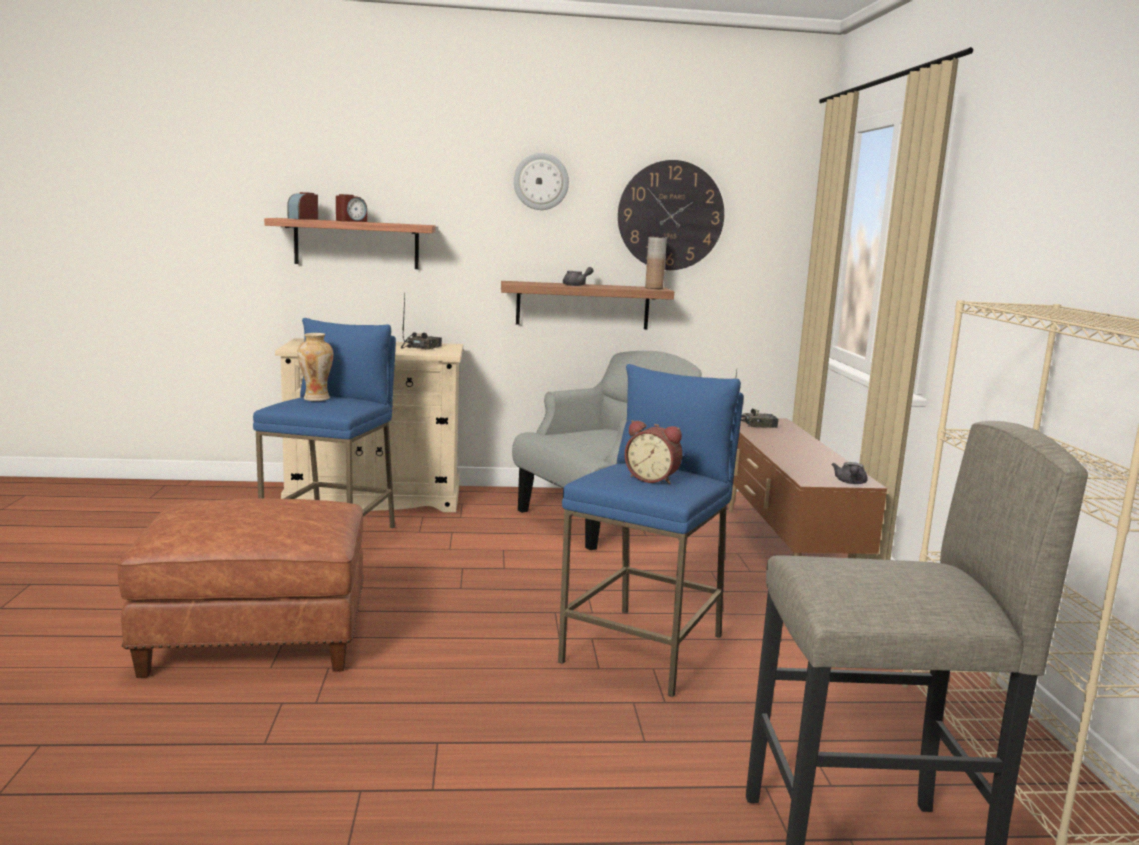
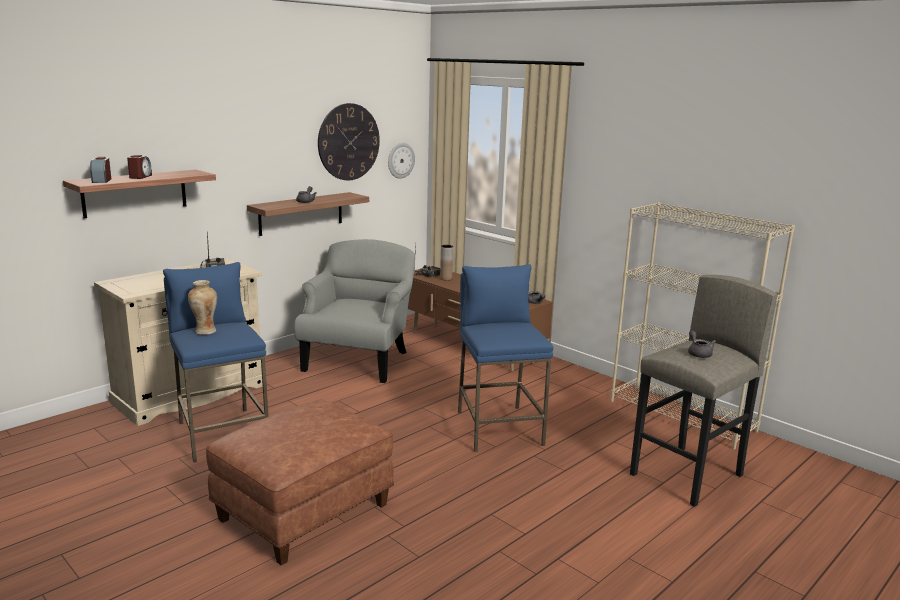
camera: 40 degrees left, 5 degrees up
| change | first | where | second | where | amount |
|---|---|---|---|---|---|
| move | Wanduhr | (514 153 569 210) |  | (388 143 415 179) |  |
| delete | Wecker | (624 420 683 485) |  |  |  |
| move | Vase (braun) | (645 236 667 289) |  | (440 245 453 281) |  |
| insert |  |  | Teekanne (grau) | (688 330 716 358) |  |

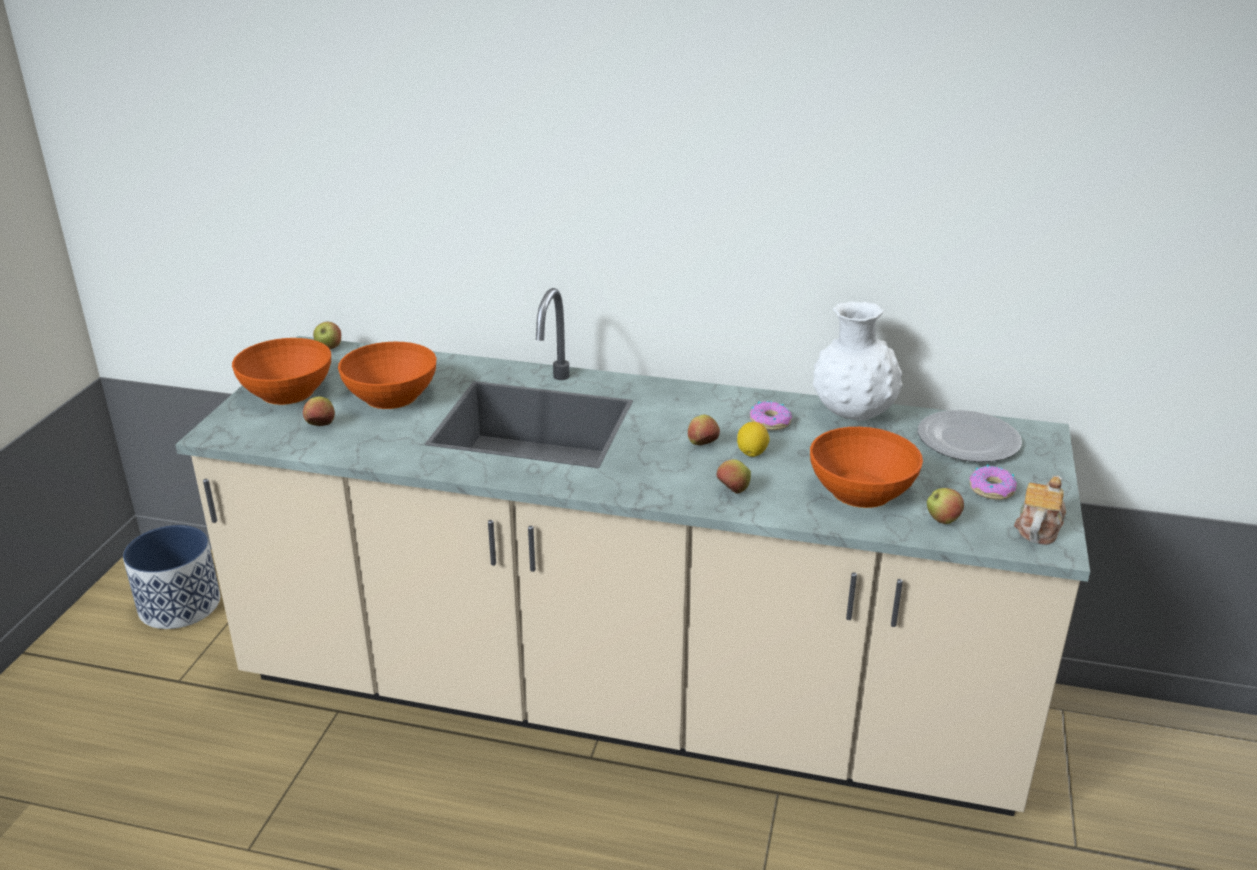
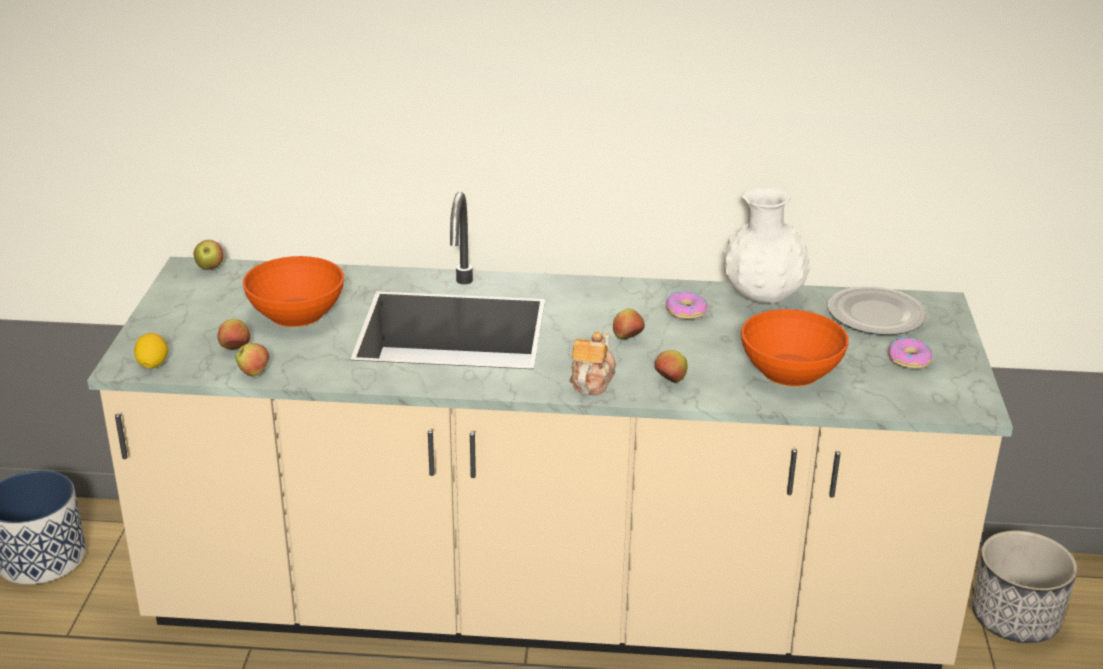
camera: 10 degrees left, 0 degrees up
| change | first | where | second | where | amount |
|---|---|---|---|---|---|
| delete | Schüssel (orange) | (232 338 331 405) |  |  |  |
| move | Zitrone | (737 422 769 457) |  | (134 333 168 368) |  |
| move | Apfel | (927 488 964 524) |  | (236 343 269 377) |  |
| move | Teekanne | (1014 476 1066 545) |  | (569 331 616 395) |  |
| insert |  |  | Pflanzkübel | (972 530 1078 643) |  |

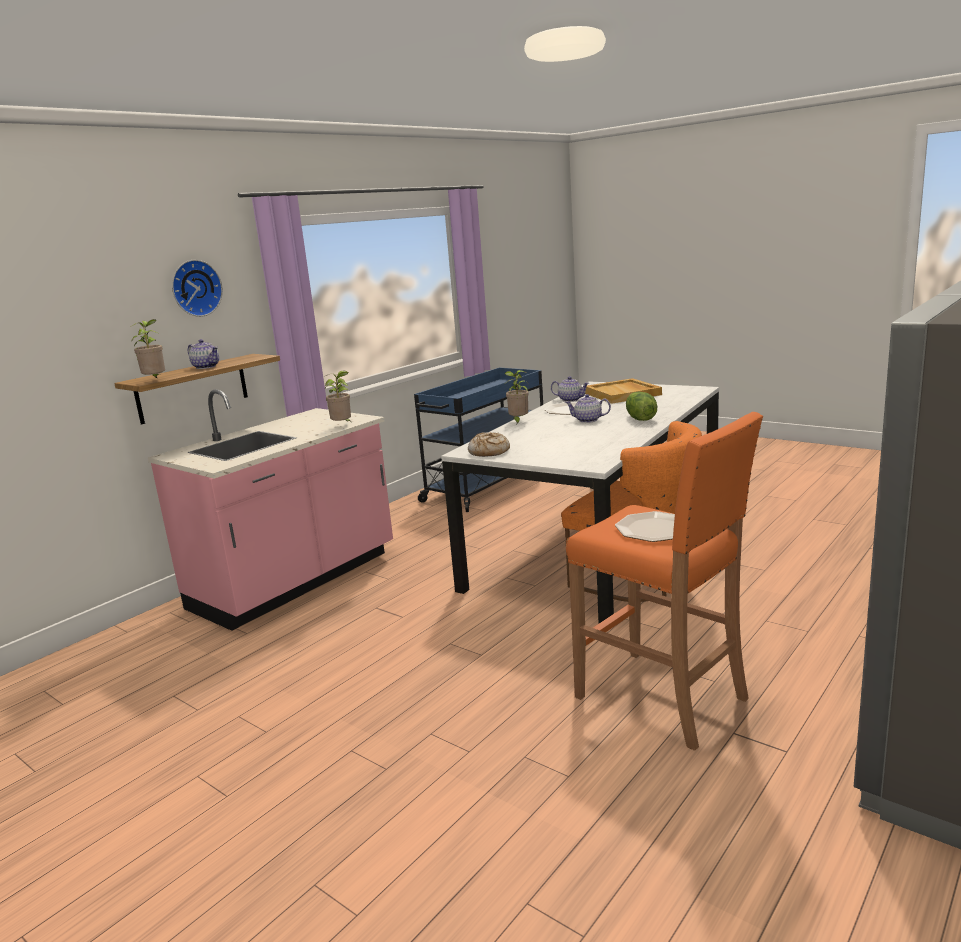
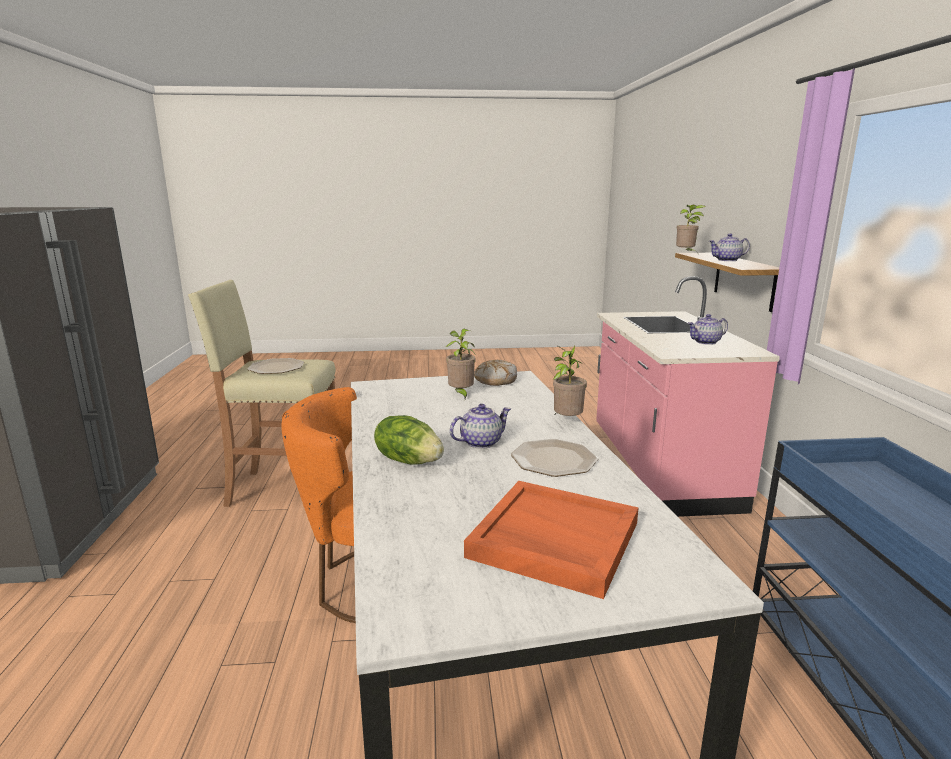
camera: 135 degrees right, 0 degrees up
| change | first | where | second | where | amount |
|---|---|---|---|---|---|
| delete | Wanduhr | (172 260 223 317) |  |  |  |
| move | Topfpflanze | (325 371 351 421) |  | (446 329 476 399) |  |
| move | Teekanne | (551 377 589 402) |  | (687 314 728 345) |  |
| recolor | Hocker (orange) | (566 412 763 751) | Hocker (beige) | (188 280 335 507) |  |
| recolor | Tablett (beige) | (585 378 662 404) | Tablett (orange) | (464 481 639 599) |  |

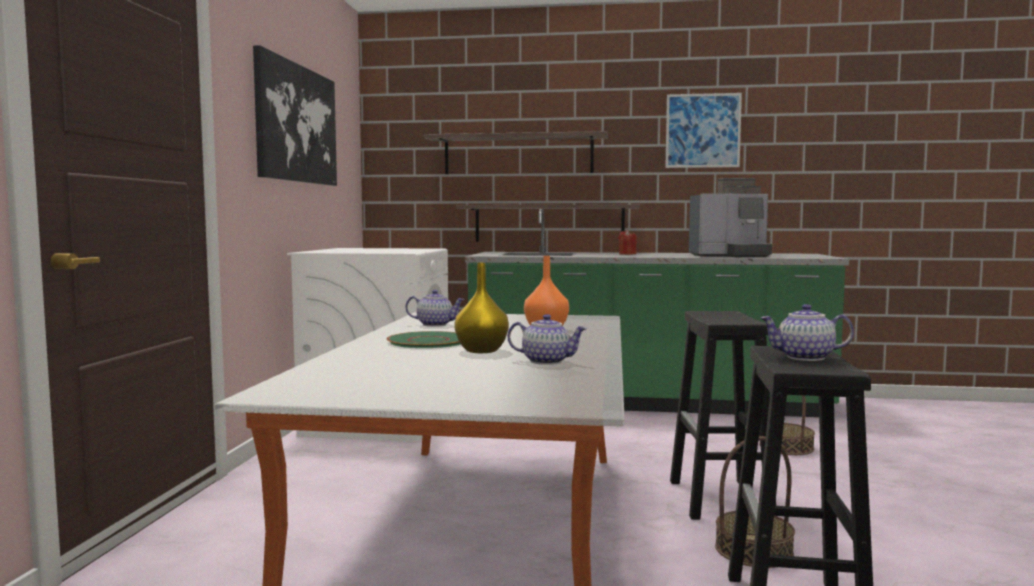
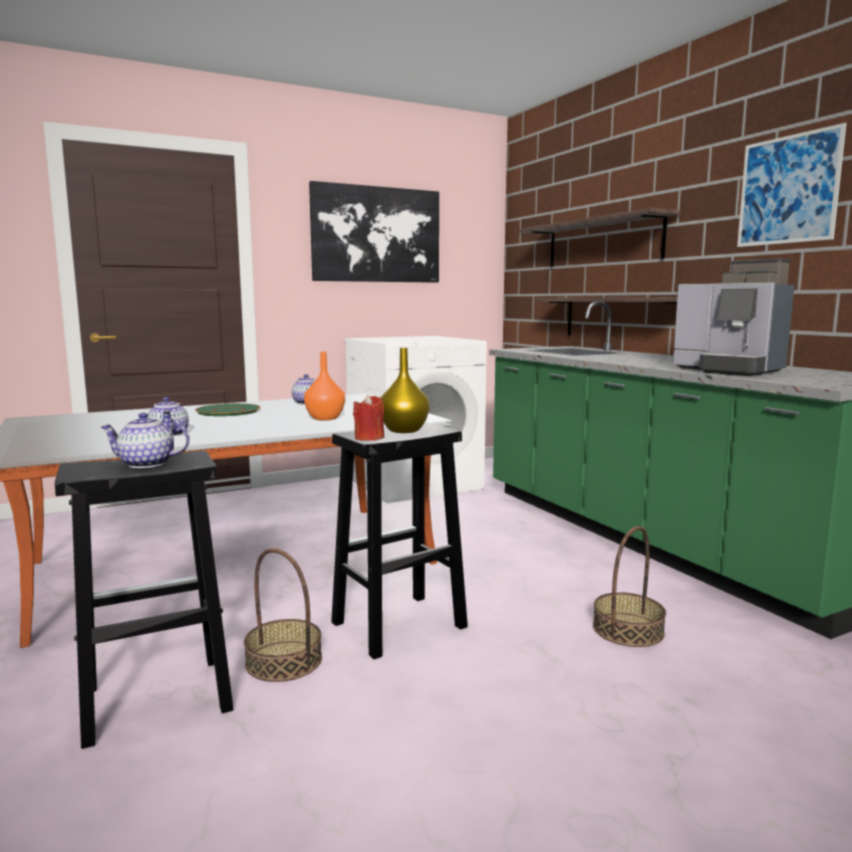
camera: 55 degrees right, 5 degrees up
| change | first | where | second | where | amount |
|---|---|---|---|---|---|
| move | Vase (gelb) | (454 263 509 353) |  | (381 348 430 433) |  |
| move | Kerze (rot) | (619 230 637 255) |  | (353 394 384 441) |  |
| rotate | Teekanne | (760 304 854 361) |  | (101 413 189 468) | 60 degrees counterclockwise |

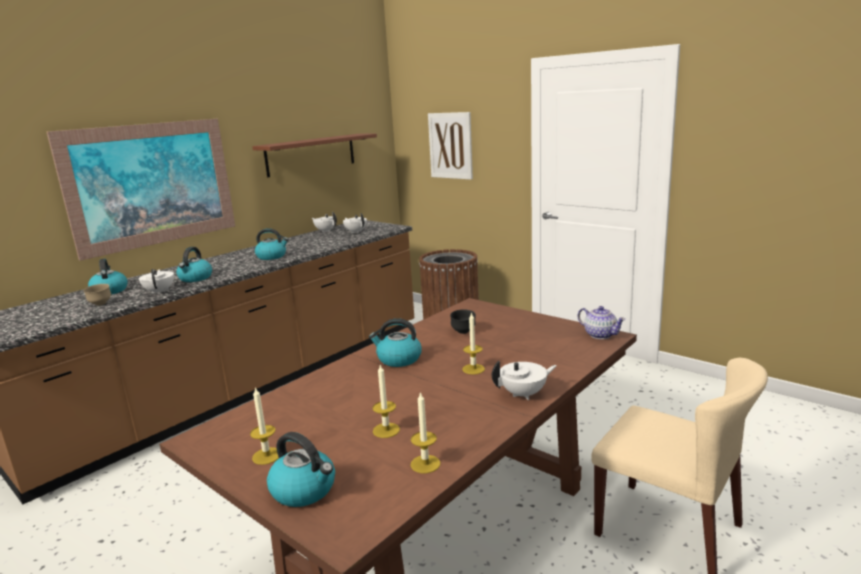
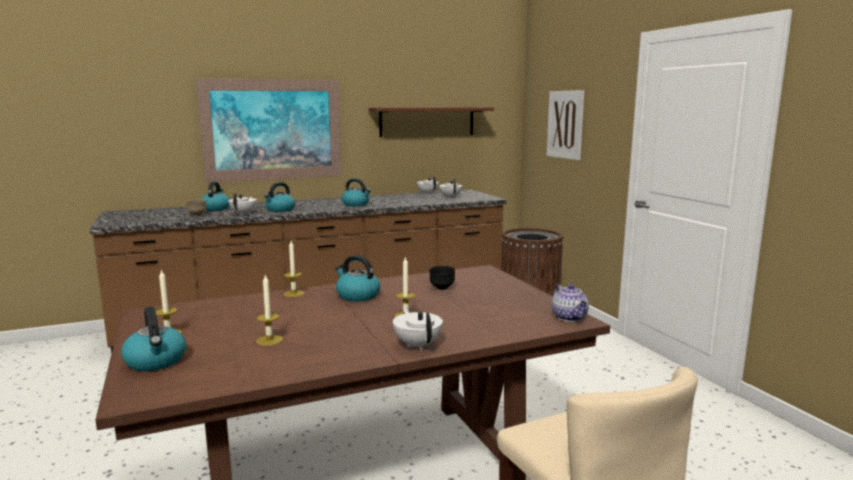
camera: 25 degrees right, 5 degrees down
| change | first | where | second | where | amount |
|---|---|---|---|---|---|
| move | Kerze | (410 391 440 473) |  | (284 241 304 297) |  |
| rotate | Teekanne (weiß) | (492 361 557 400) |  | (393 308 443 350) | 120 degrees counterclockwise |

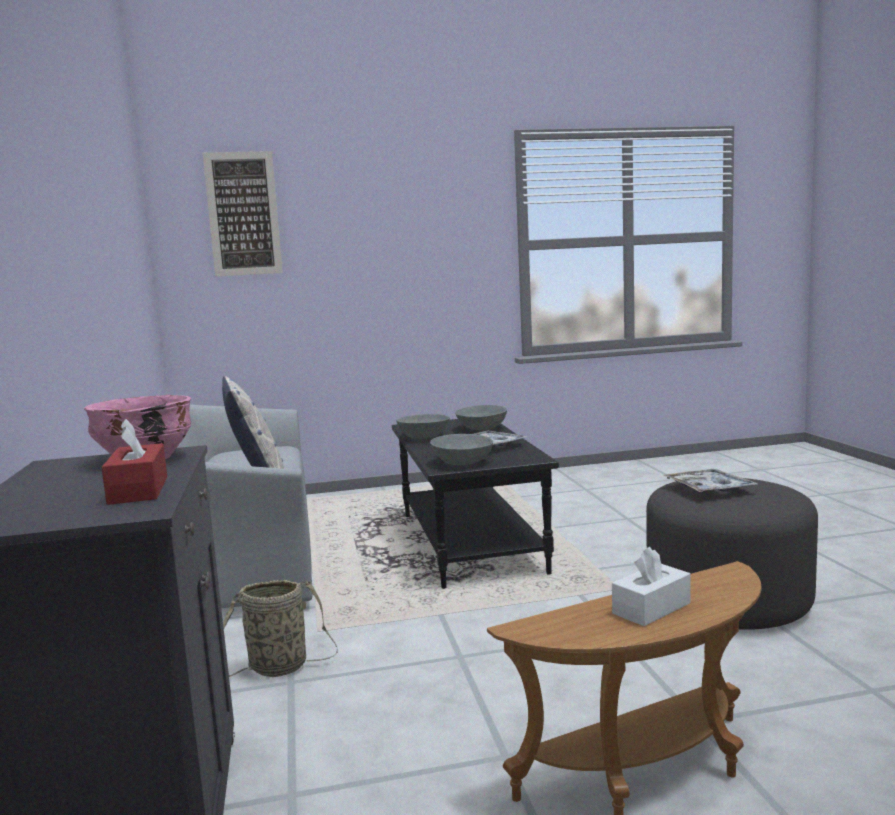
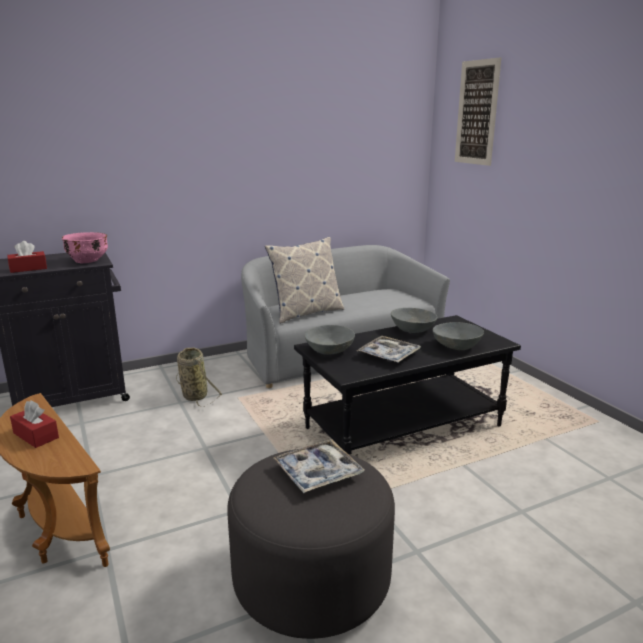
camera: 75 degrees right, 10 degrees up
| change | first | where | second | where | amount |
|---|---|---|---|---|---|
| recolor | Taschentuchbox (weiß) | (612 547 690 626) | Taschentuchbox (rot) | (10 400 59 448) |  |

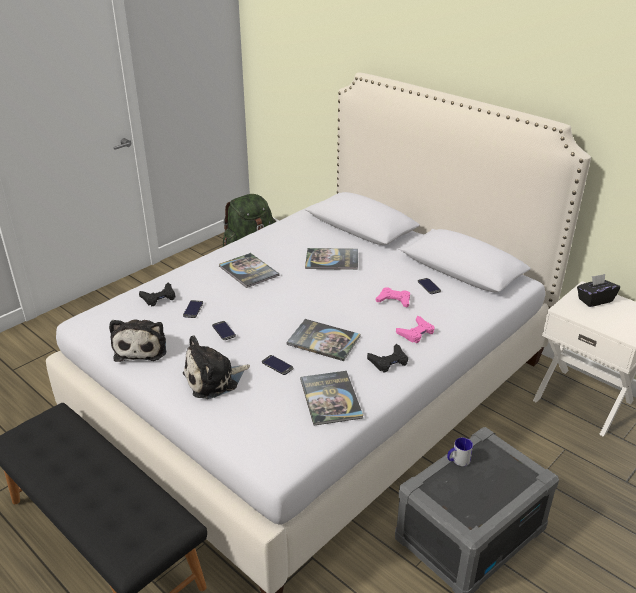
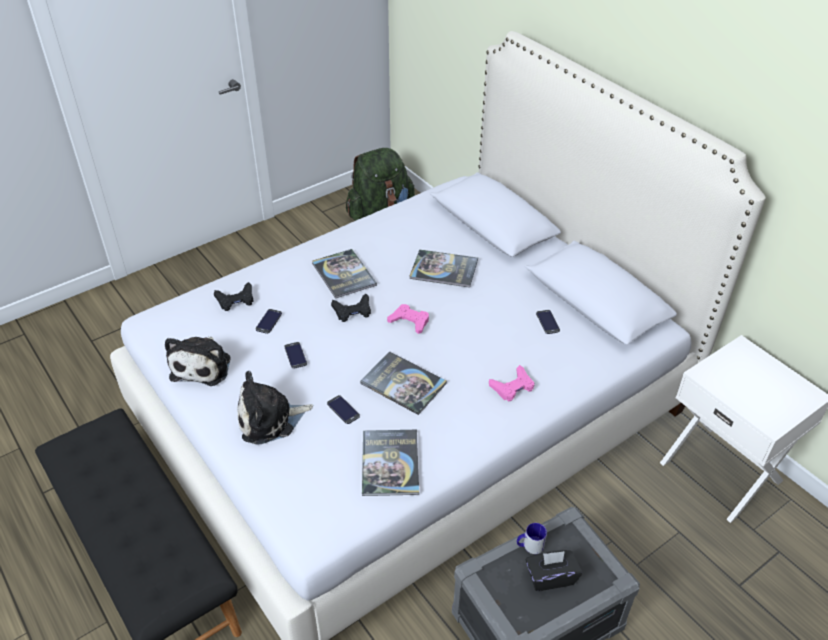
camera: 10 degrees right, 10 degrees up
| change | first | where | second | where | amount |
|---|---|---|---|---|---|
| move | Gamepad (schwarz) | (367 344 408 372) |  | (331 294 371 322) |  |
| move | Gamepad (rosa) | (376 287 410 307) |  | (387 304 429 334) |  |
| move | Taschentuchbox (schwarz) | (577 274 620 307) |  | (526 550 582 591) |  |

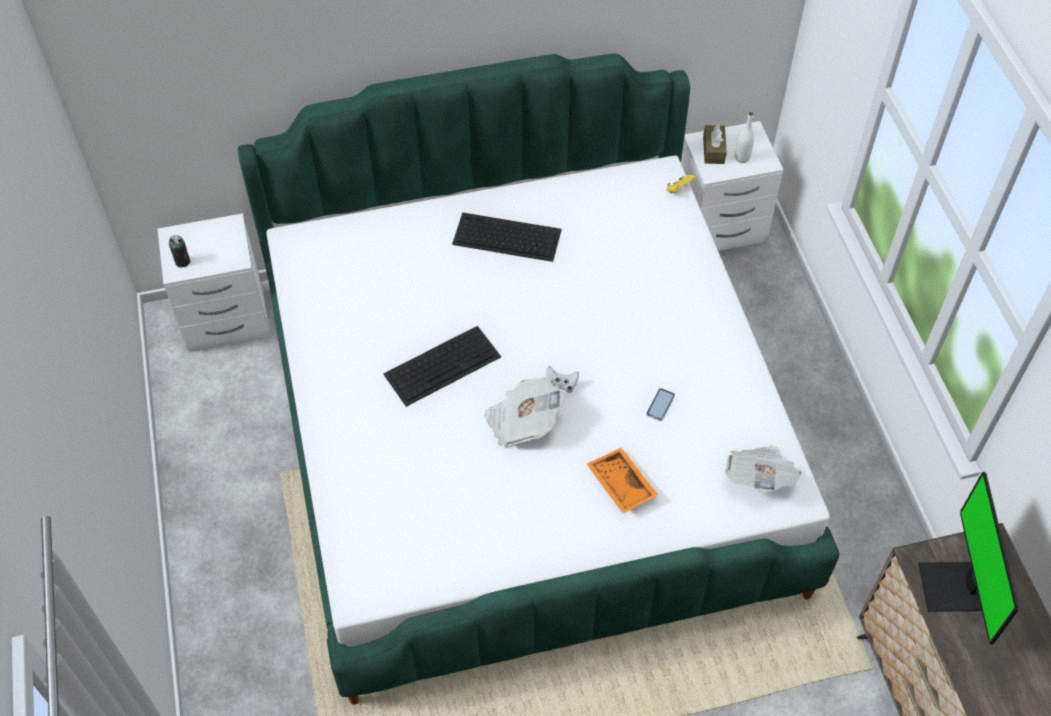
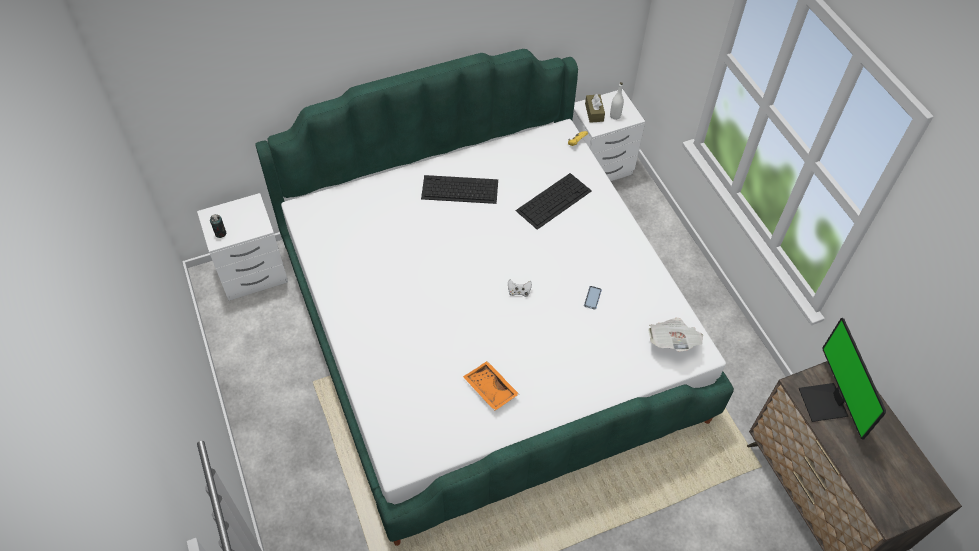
camera: 10 degrees left, 0 degrees up
| change | first | where | second | where | amount |
|---|---|---|---|---|---|
| move | Tastatur | (383 326 501 407) |  | (516 173 592 230) |  |
| delete | Zeitung | (484 377 564 446) |  |  |  |
| move | Tablett (orange) | (587 447 659 513) |  | (463 361 519 411) |  |

